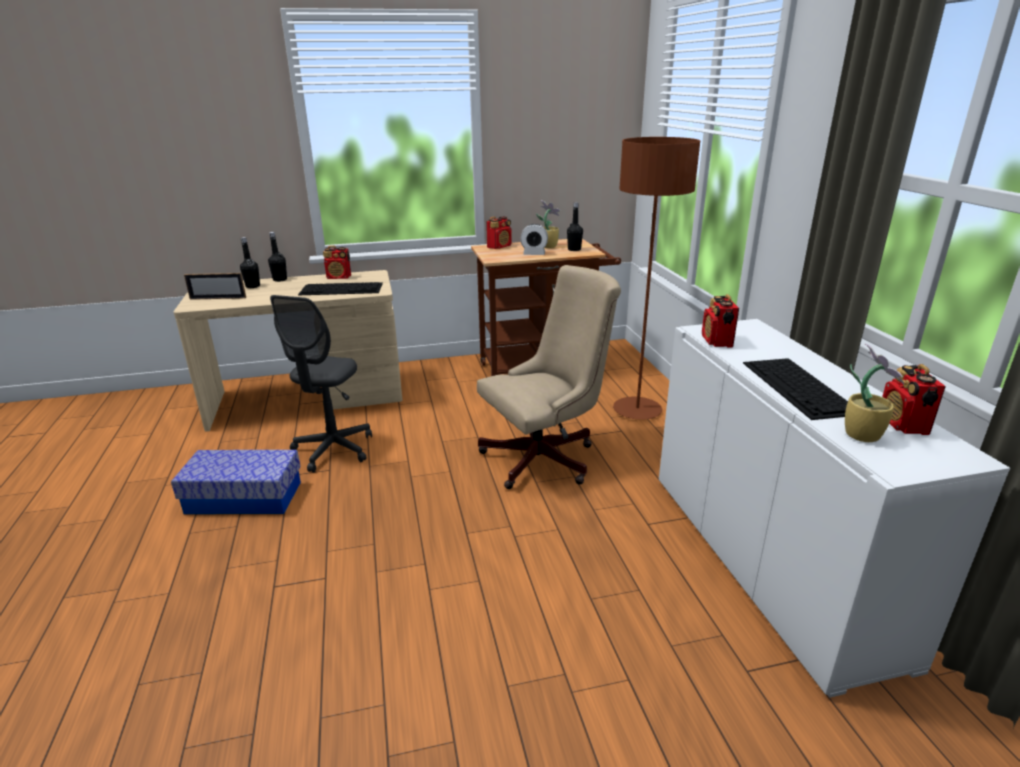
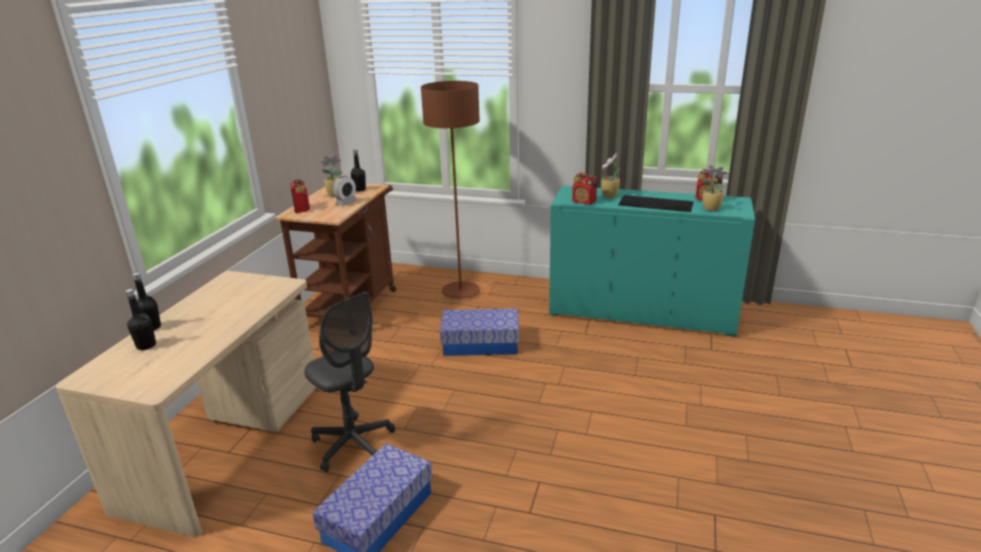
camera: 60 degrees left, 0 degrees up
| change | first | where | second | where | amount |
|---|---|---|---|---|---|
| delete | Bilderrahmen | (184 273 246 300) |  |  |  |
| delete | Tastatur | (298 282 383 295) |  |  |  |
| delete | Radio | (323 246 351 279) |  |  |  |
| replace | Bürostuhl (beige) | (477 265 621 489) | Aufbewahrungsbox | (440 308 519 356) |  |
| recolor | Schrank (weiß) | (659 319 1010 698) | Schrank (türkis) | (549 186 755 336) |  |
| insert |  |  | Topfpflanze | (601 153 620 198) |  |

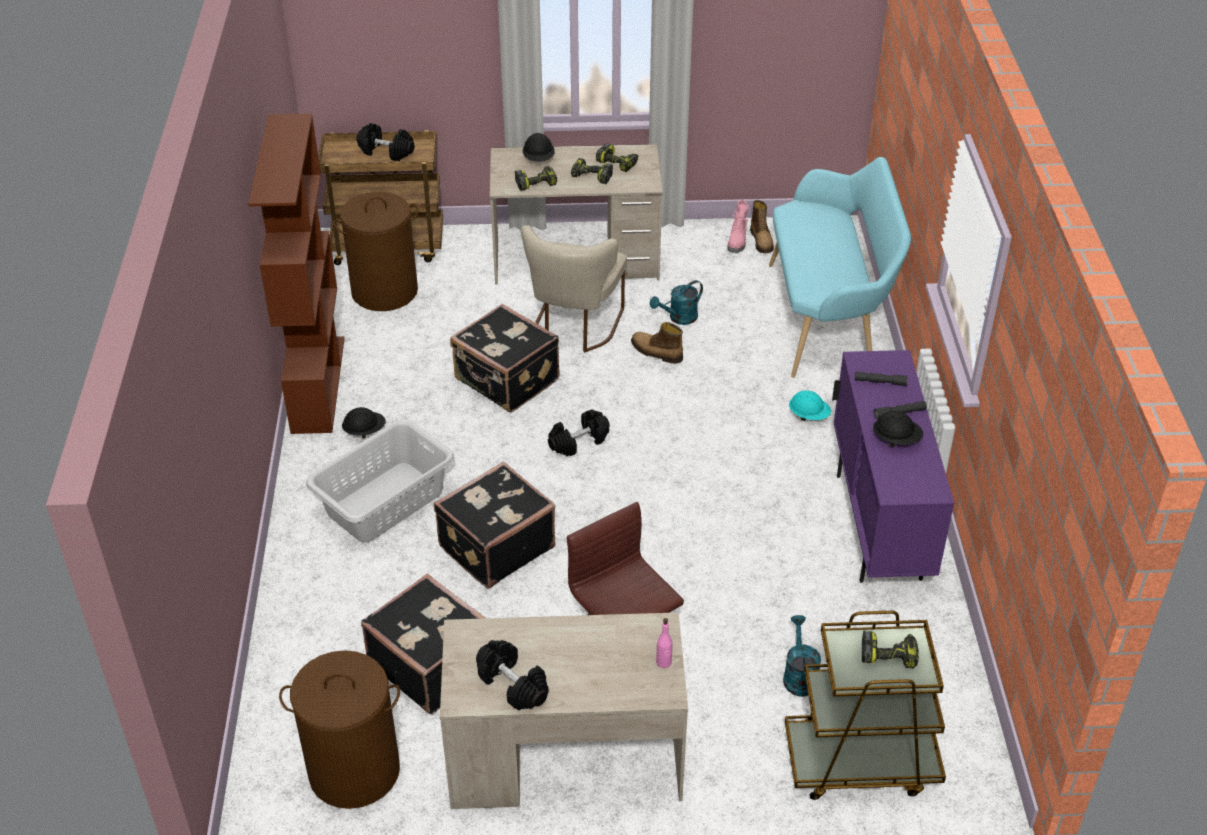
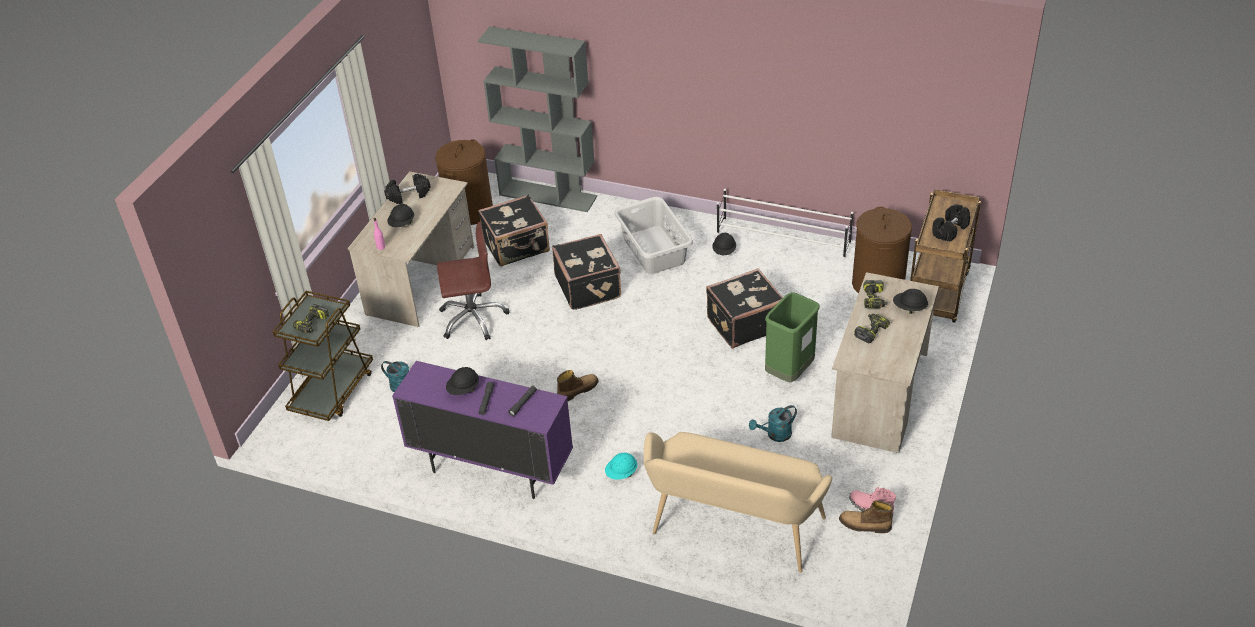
camera: 115 degrees right, 0 degrees up
| change | first | where | second | where | amount |
|---|---|---|---|---|---|
| replace | Bücherregal (braun) | (248 114 345 434) | Schuhregal (weiß) | (717 189 853 259) |  |
| replace | Stuhl (beige) | (521 225 627 352) | Mülleimer (grün) | (765 292 820 383) |  |
| delete | Hantel (schwarz) | (548 410 610 456) |  |  |  |
| delete | Bohrmaschine | (596 143 638 172) |  |  |  |
| move | Stiefel | (631 322 683 364) |  | (557 370 599 401) |  |
| rotate | Gießkanne (türkis) | (650 280 703 325) |  | (749 405 797 442) | 105 degrees counterclockwise |
| recolor | Bank (türkis) | (769 157 911 378) | Bank (beige) | (644 432 832 572) |  |
| insert |  |  | Schutzhelm (schwarz) | (387 204 414 228) |  |
| insert |  |  | Bücherregal (grau) | (478 26 597 212) |  |

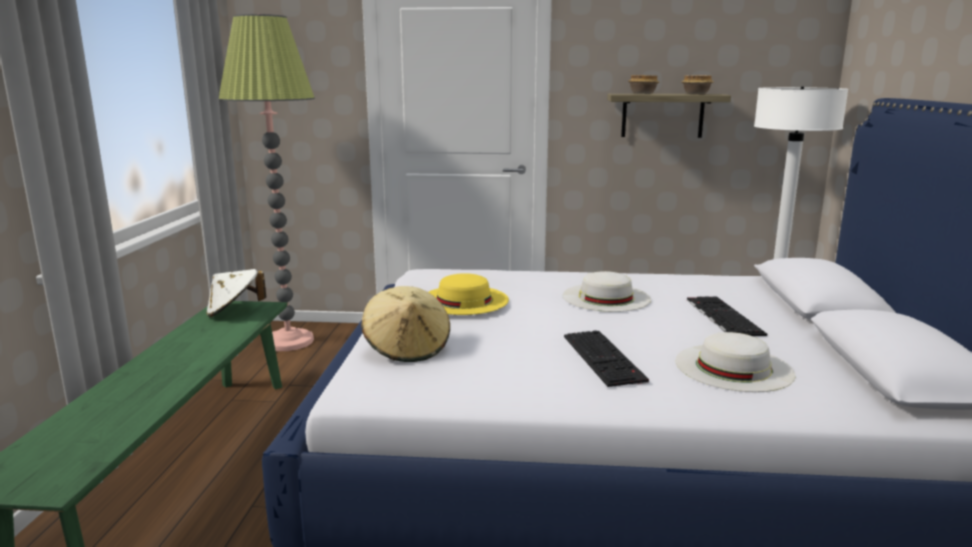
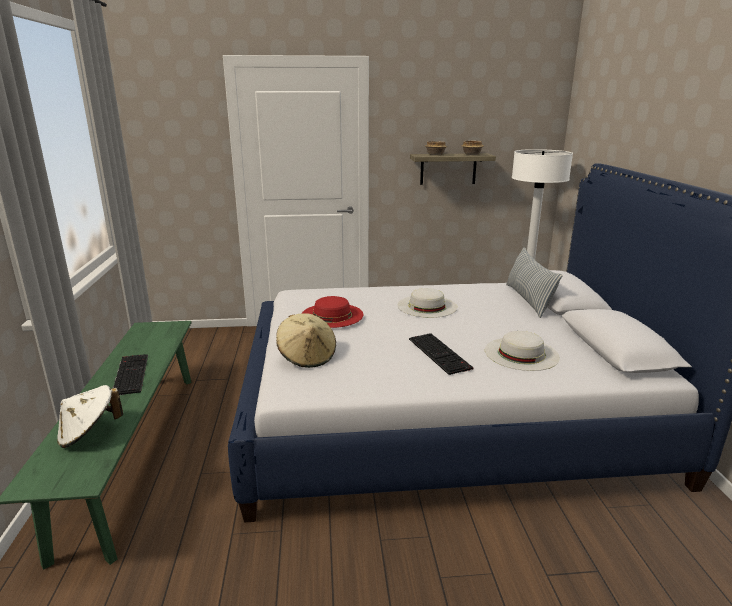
camera: 10 degrees left, 5 degrees up
| change | first | where | second | where | amount |
|---|---|---|---|---|---|
| move | Hut (weiß) | (206 269 267 317) |  | (57 385 123 448) |  |
| delete | Stehlampe | (219 14 315 351) |  |  |  |
| recolor | Hut (gelb) | (429 273 509 315) | Hut (rot) | (302 296 363 328) |  |
| move | Tastatur | (687 296 767 336) |  | (112 354 148 396) |  |
| insert |  |  | Kissen | (506 247 563 318) |  |

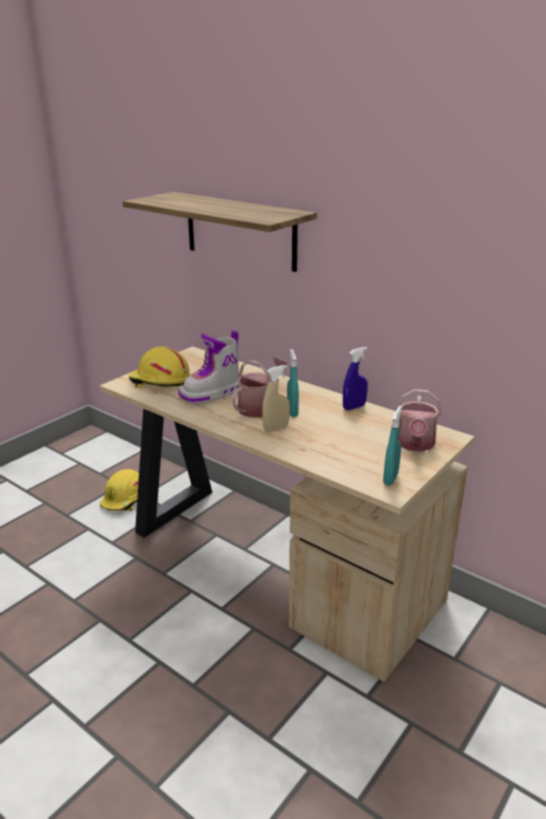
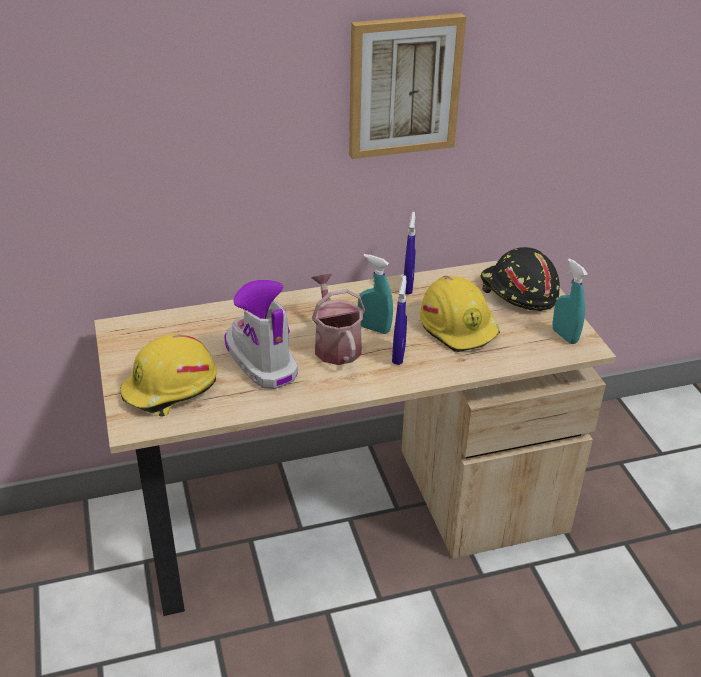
camera: 55 degrees left, 10 degrees up
| change | first | where | second | where | amount |
|---|---|---|---|---|---|
| move | Schutzhelm (gelb) | (100 469 139 511) |  | (420 276 500 353) |  |
| delete | Wandregal | (123 192 317 272) |  |  |  |
| rotate | Stiefel | (178 330 239 404) |  | (224 280 298 389) | 150 degrees clockwise |
| recolor | Sprühflasche (beige) | (262 365 290 431) | Sprühflasche (blau) | (392 275 407 365) |  |
| replace | Gießkanne | (396 389 441 452) | Schutzhelm (schwarz) | (480 247 560 311) |  |
| insert |  |  | Bild | (349 13 466 159) |  |

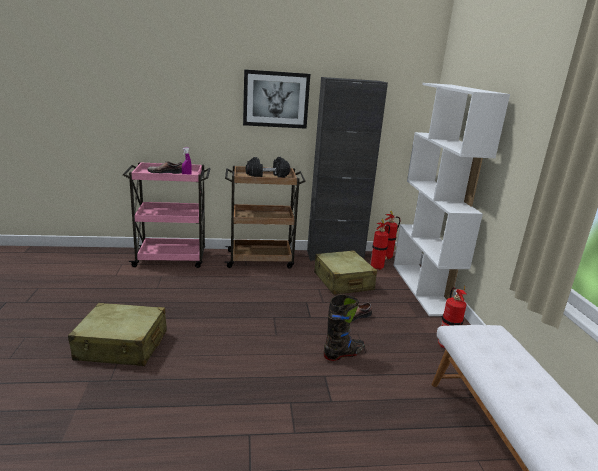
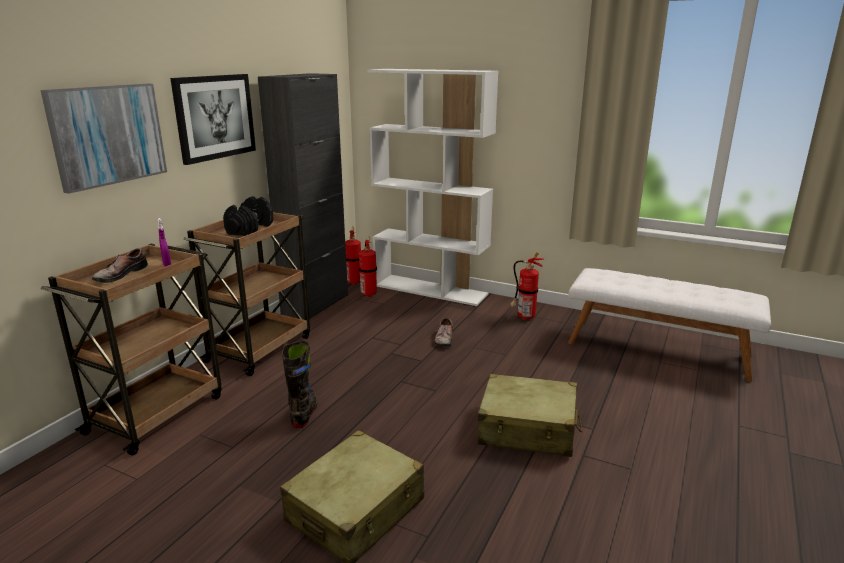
camera: 55 degrees left, 0 degrees up
| change | first | where | second | where | amount |
|---|---|---|---|---|---|
| recolor | Rollwagen (rosa) | (123 162 210 268) | Rollwagen (braun) | (41 244 222 455) |  |
| move | Koffer (beige) | (314 250 377 295) |  | (478 374 582 457) |  |
| move | Stiefel (schwarz) | (324 294 365 361) |  | (282 341 318 428) |  |
| insert |  |  | Bild | (41 84 167 194) |  |

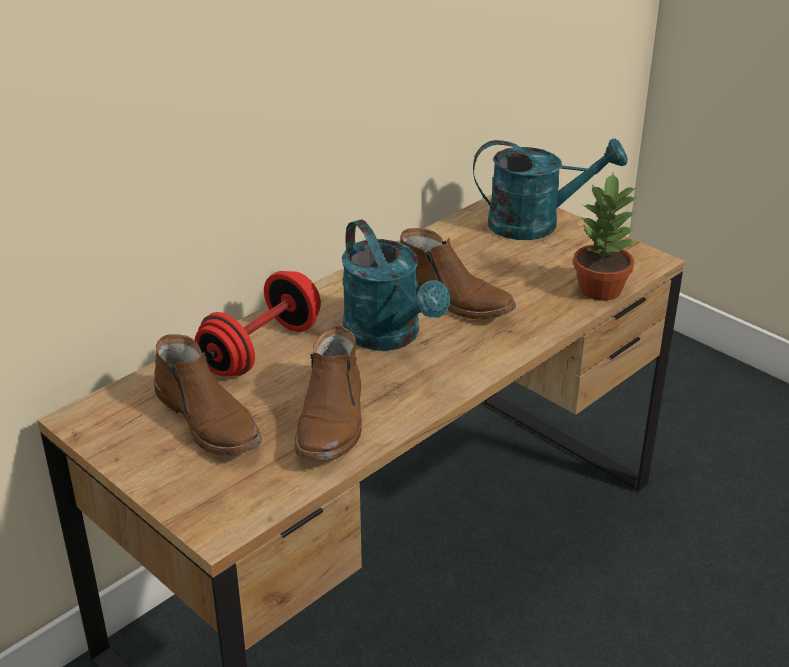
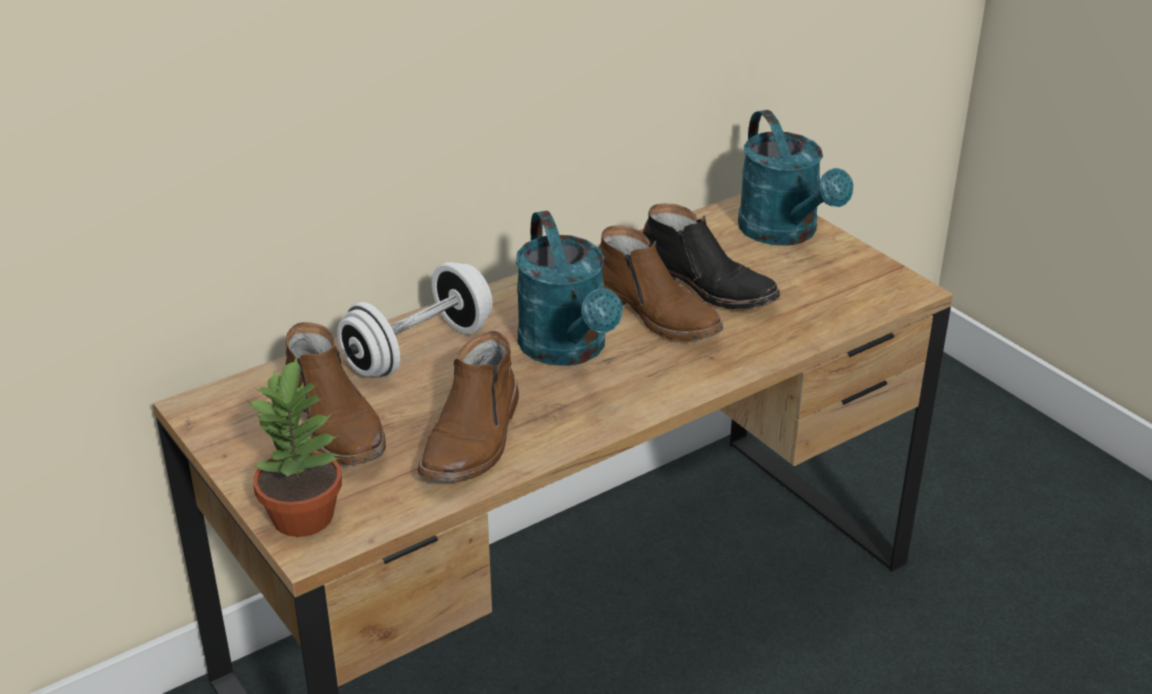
camera: 10 degrees right, 0 degrees up
| change | first | where | second | where | amount |
|---|---|---|---|---|---|
| recolor | Hantel (rot) | (195 271 321 376) | Hantel (weiß) | (337 262 493 377) |  |
| rotate | Gießkanne (türkis) | (473 138 628 240) |  | (738 110 853 246) | 60 degrees clockwise |
| move | Topfpflanze | (573 172 638 301) |  | (246 357 342 537) |  |
| insert |  |  | Stiefel (schwarz) | (643 204 781 309) |  |

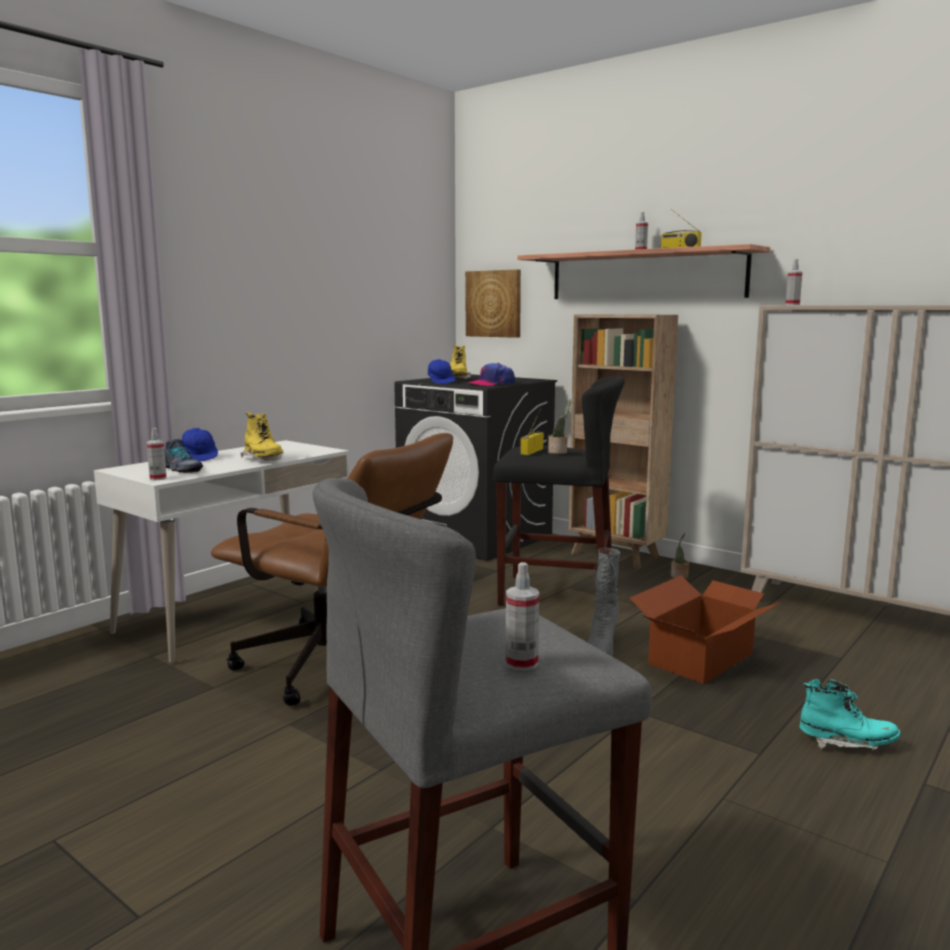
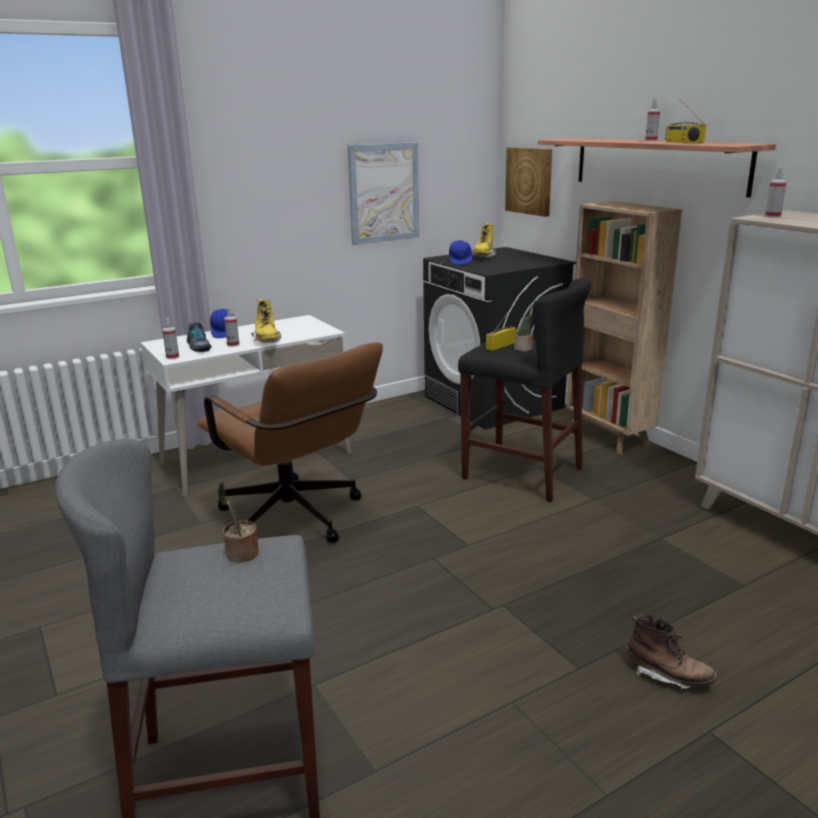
camera: 20 degrees right, 10 degrees up
| change | first | where | second | where | amount |
|---|---|---|---|---|---|
| delete | Kappe | (467 363 515 386) |  |  |  |
| move | Sprühflasche | (505 562 539 671) |  | (224 307 240 347) |  |
| delete | Stiefel (grau) | (588 548 620 656) |  |  |  |
| delete | Karton | (629 575 781 684) |  |  |  |
| move | Topfpflanze | (671 533 689 579) |  | (218 482 259 563) |  |
| recolor | Stiefel (türkis) | (800 679 900 750) | Stiefel (braun) | (628 614 717 689) |  |
| insert |  |  | Bild | (348 142 419 245) |  |

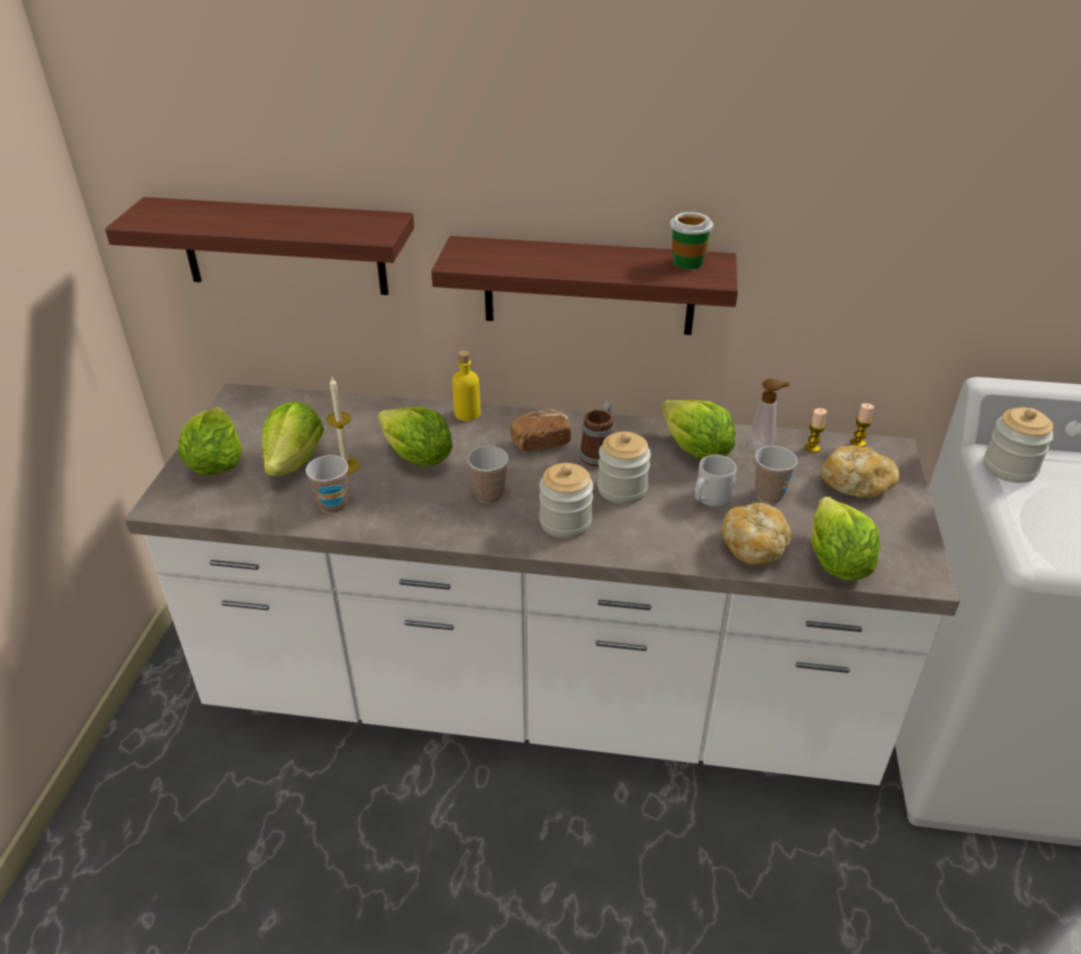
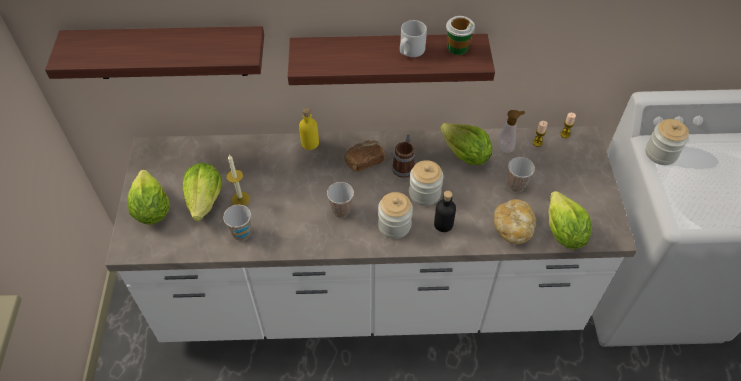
camera: 10 degrees left, 15 degrees up
| change | first | where | second | where | amount |
|---|---|---|---|---|---|
| delete | Salatkopf | (378 407 453 466) |  |  |  |
| move | Henkelbecher (grau) | (695 455 737 507) |  | (400 20 427 57) |  |
| delete | Brot | (821 445 900 498) |  |  |  |
| insert |  |  | Flasche (schwarz) | (434 191 456 232) |  |

